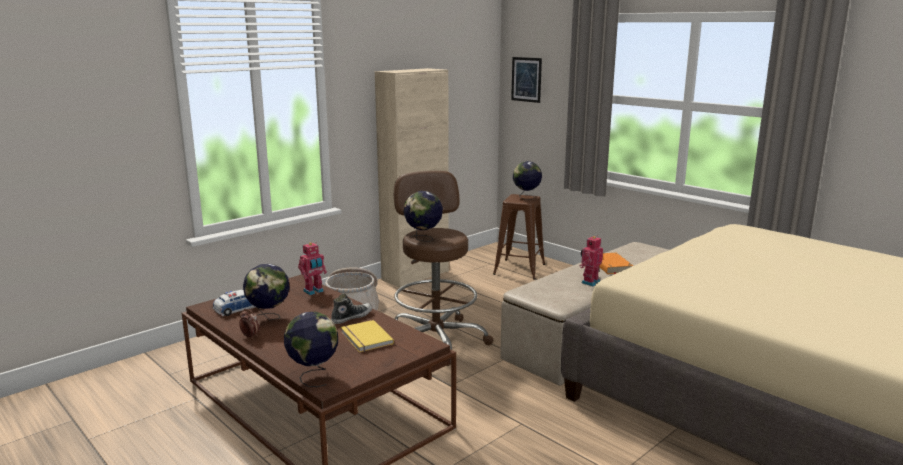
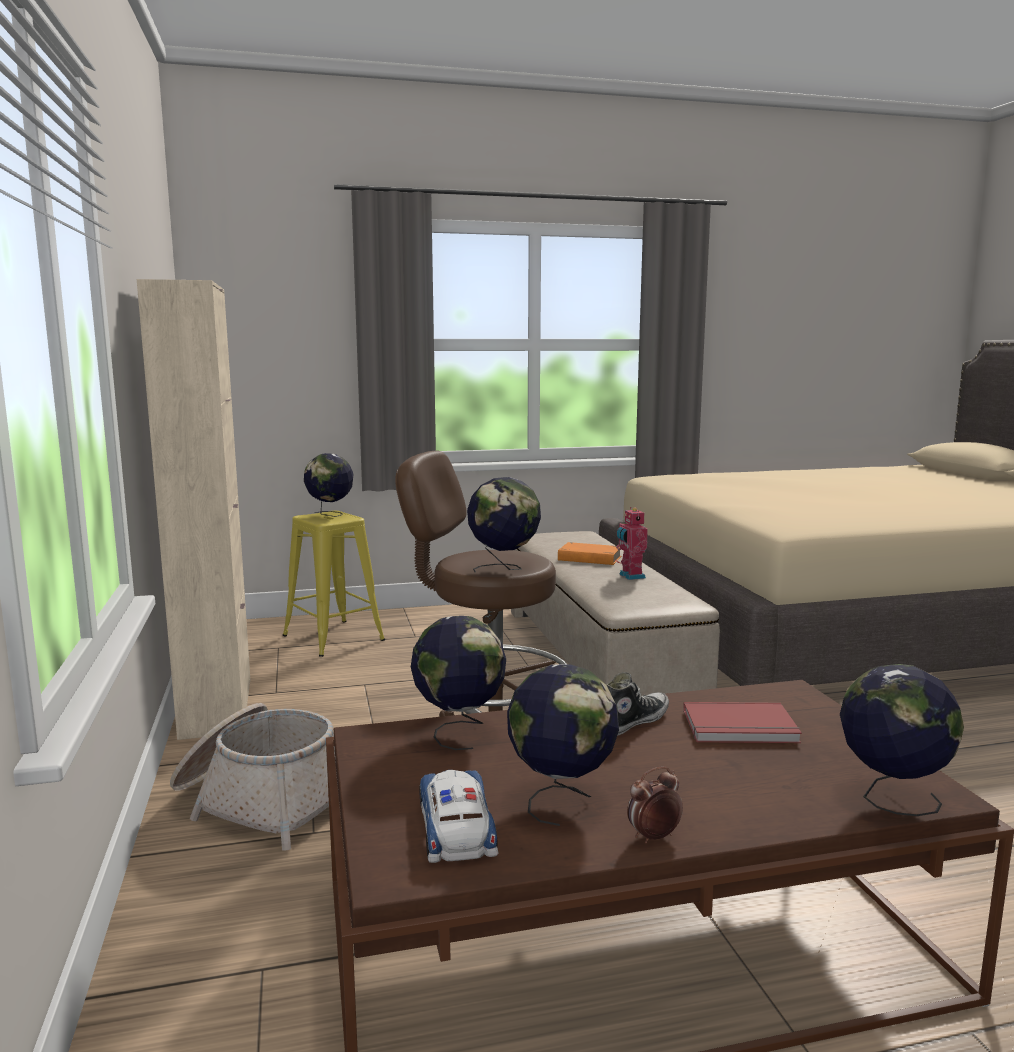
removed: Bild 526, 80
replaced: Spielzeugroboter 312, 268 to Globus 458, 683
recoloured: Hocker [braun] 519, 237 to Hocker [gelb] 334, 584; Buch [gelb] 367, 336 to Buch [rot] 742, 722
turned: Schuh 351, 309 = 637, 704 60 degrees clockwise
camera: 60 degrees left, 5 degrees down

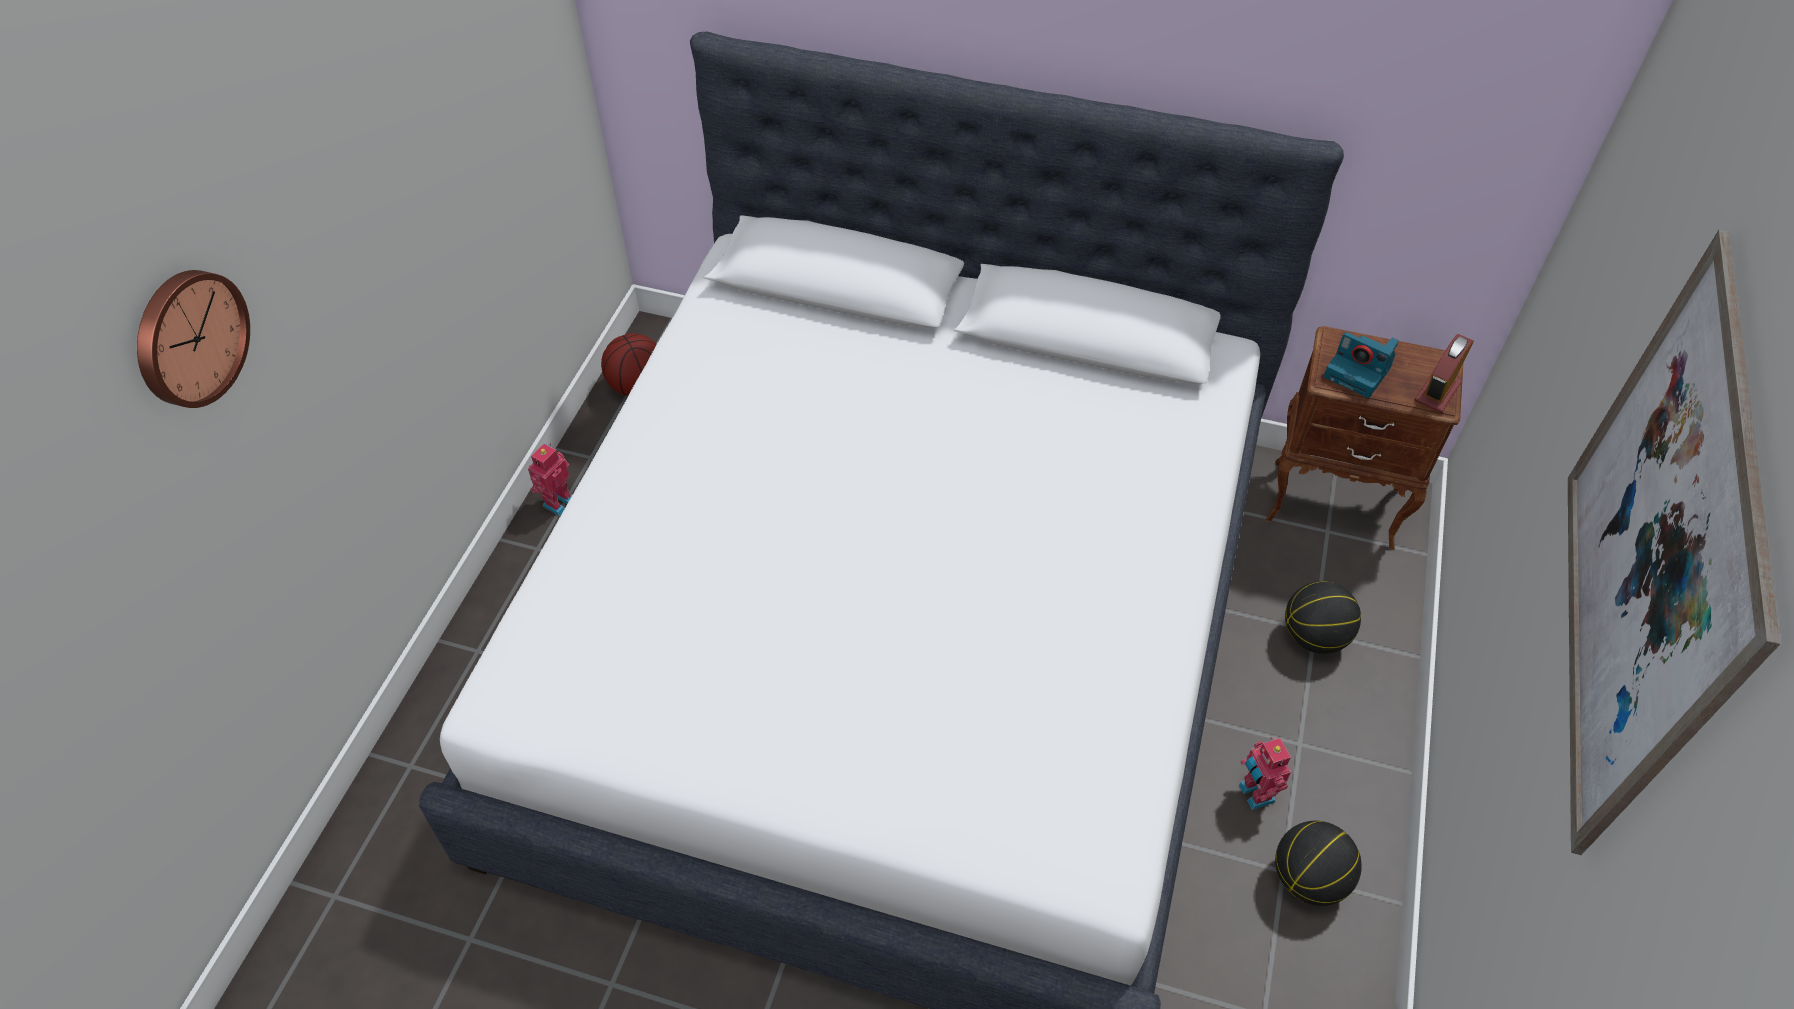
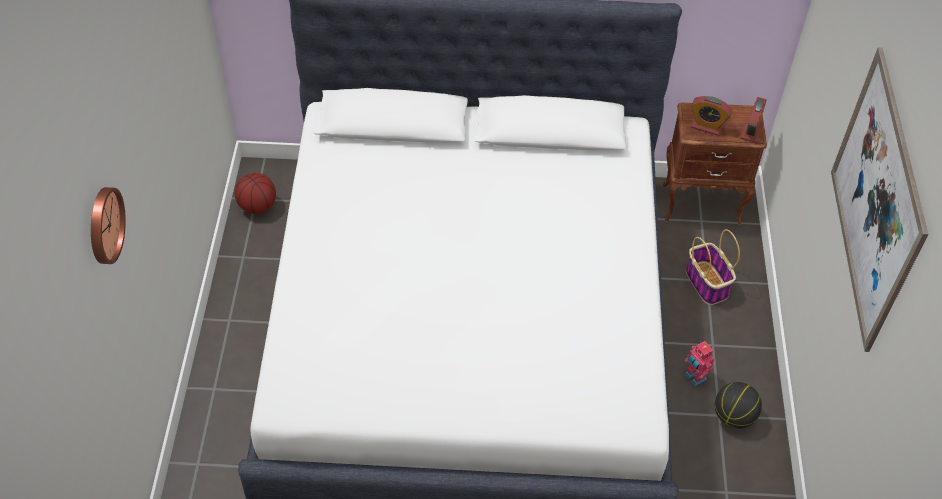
removed: Spielzeugroboter 550, 480
replaced: Basketball 1323, 617 to Korb 713, 267; Kamera 1361, 365 to Wecker 711, 116
camera: 15 degrees left, 0 degrees up

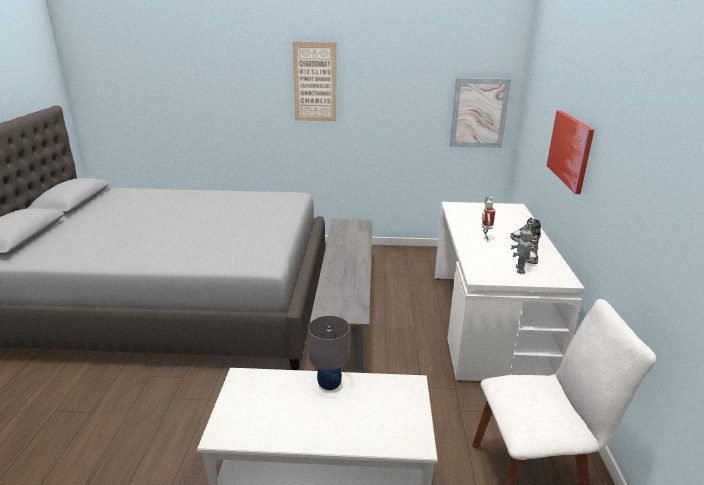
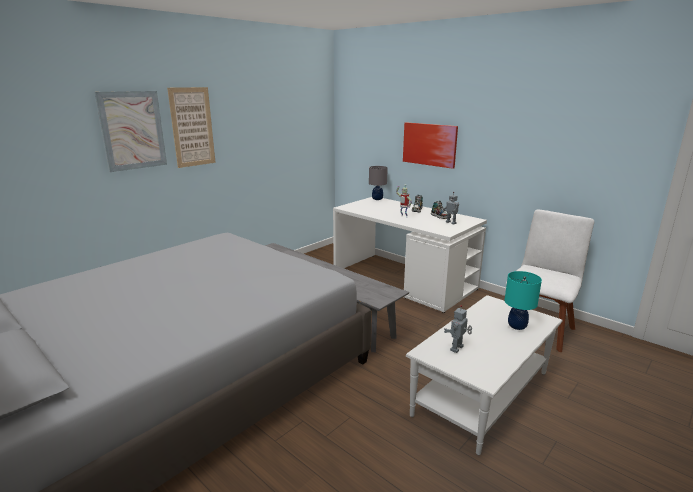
added: Spielzeugroboter 458, 329; Tischlampe [türkis] 523, 300
moved: Bild 480, 113 to 131, 131; Tischlampe [grau] 329, 353 to 378, 183
camera: 50 degrees left, 5 degrees down

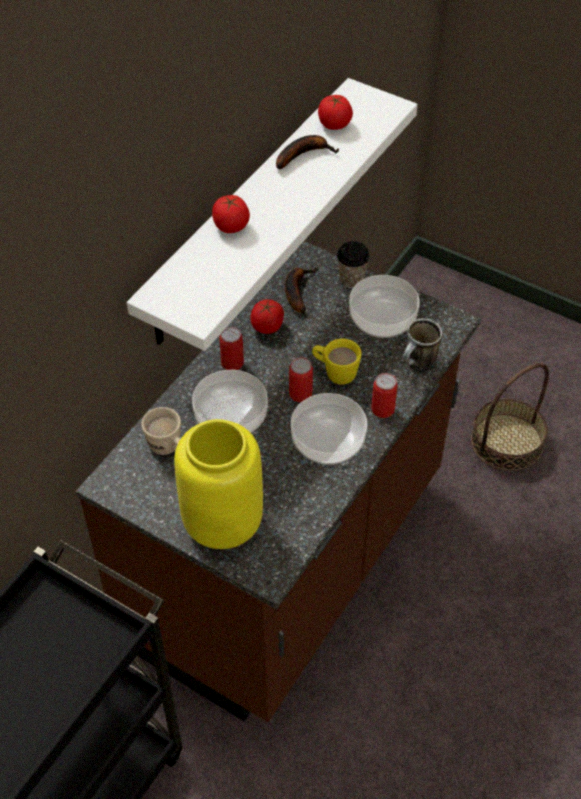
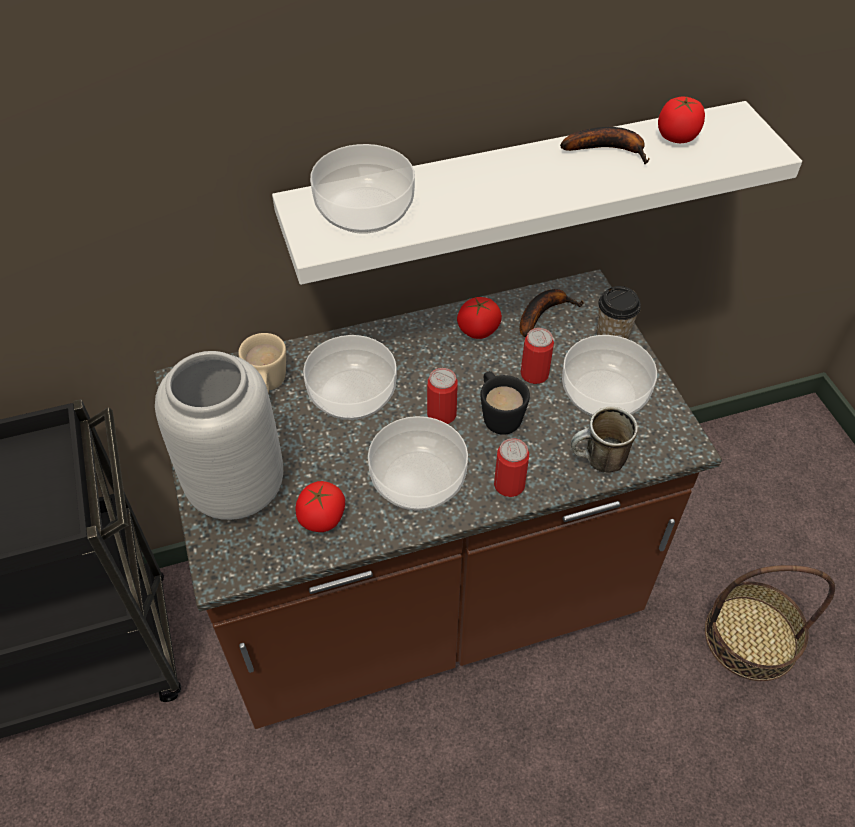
added: Schüssel 362, 189
moved: Tomate 231, 214 to 320, 506; Dose 232, 348 to 537, 356
recoloured: Vase [gelb] 218, 484 to Vase [grau] 219, 435; Henkelbecher [gelb] 337, 362 to Henkelbecher [schwarz] 505, 403
camera: 40 degrees right, 0 degrees up

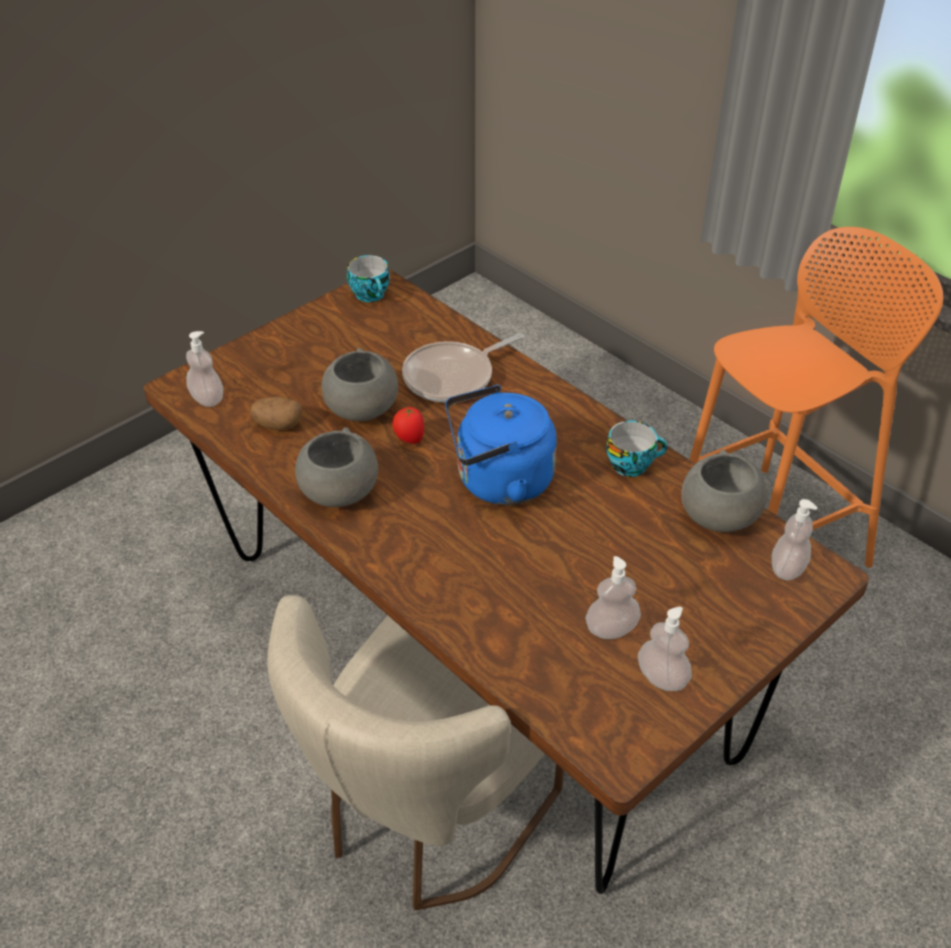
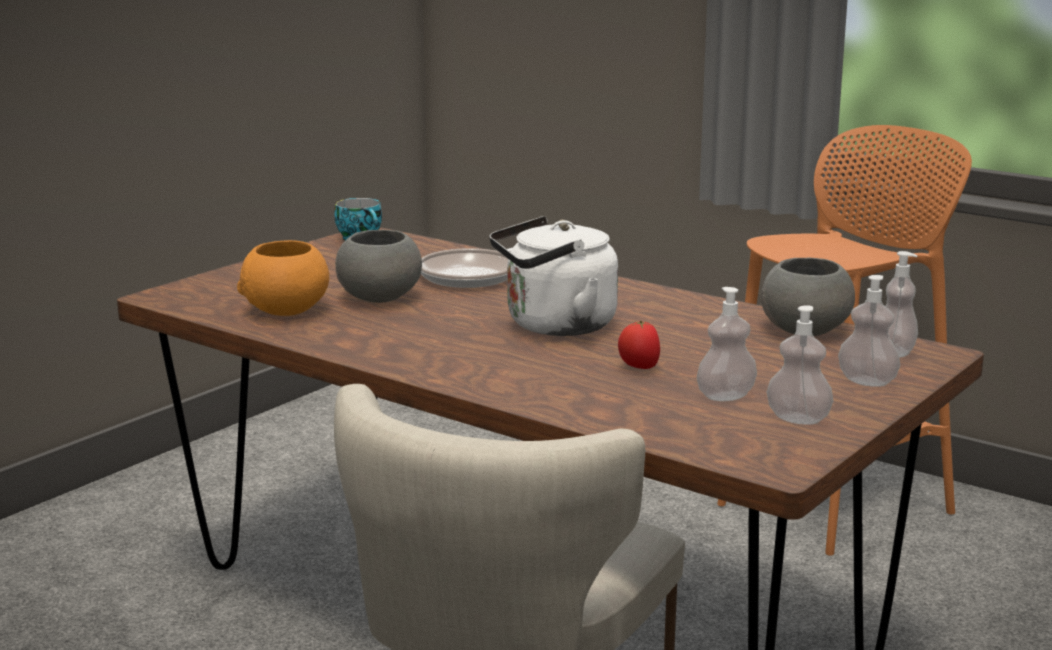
removed: Schüssel [grau] 336, 467; Tasse 637, 449
moved: Tomate 408, 425 to 639, 345; Seifenspender 204, 369 to 869, 331
replaced: Kartoffel 276, 413 to Schüssel [orange] 283, 278
recoloured: Wasserkessel [blau] 501, 445 to Wasserkessel [weiß] 554, 276
camera: 10 degrees left, 25 degrees down

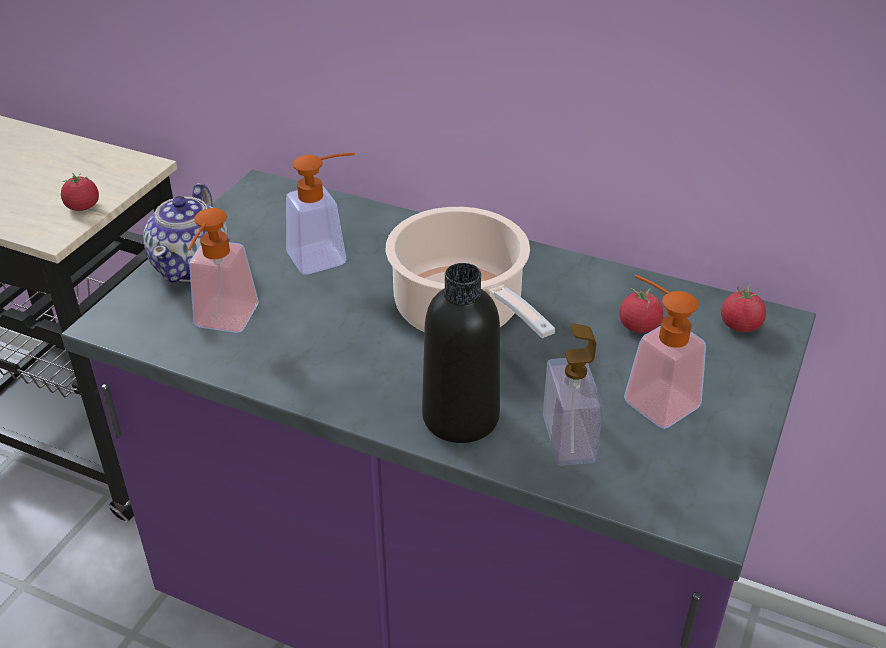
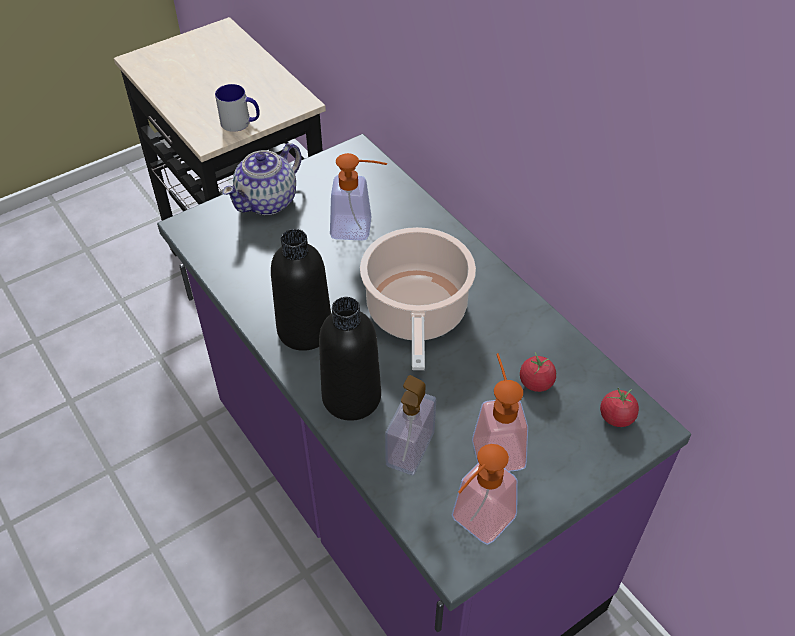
added: Flasche [schwarz] 301, 290
moved: Seifenspender 223, 270 to 485, 494
replaced: Tomate 80, 192 to Henkelbecher 237, 108
camera: 30 degrees right, 10 degrees up

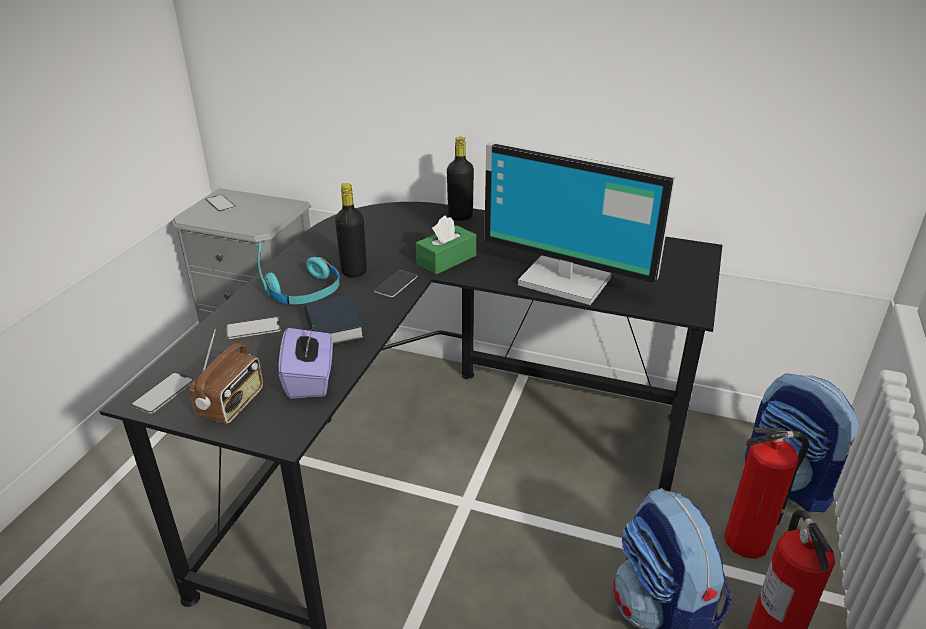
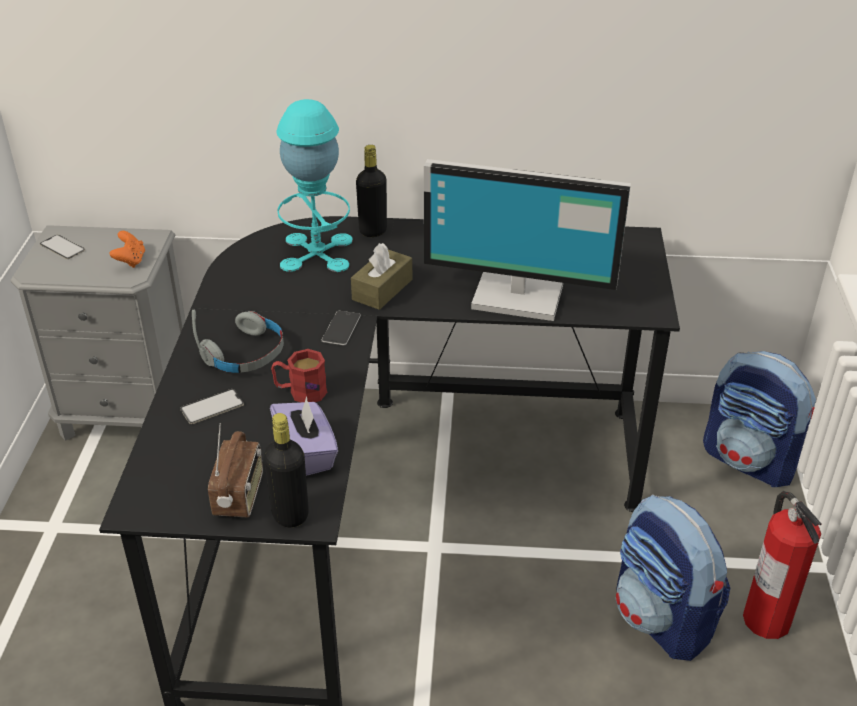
removed: Handy 162, 393; Feuerlöscher 767, 493
added: Gamepad [orange] 127, 249; Tischlampe [türkis] 314, 185
moved: Flasche [schwarz] 351, 230 to 286, 470
replaced: Buch 334, 320 to Henkelbecher [rot] 299, 375
recoloured: Kopfhörer [türkis] 298, 273 to Kopfhörer [grau] 238, 341; Taschentuchbox [grün] 446, 244 to Taschentuchbox [braun] 381, 276
camera: 15 degrees left, 5 degrees up

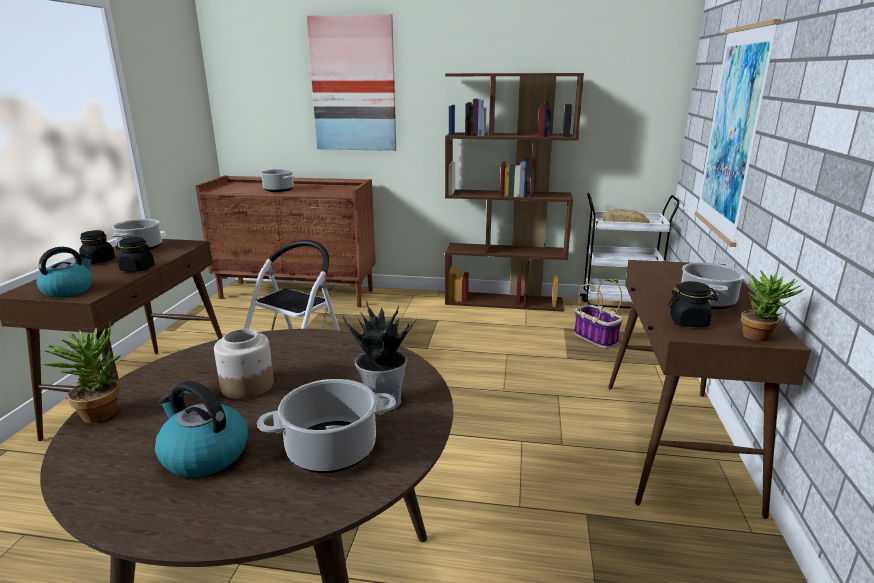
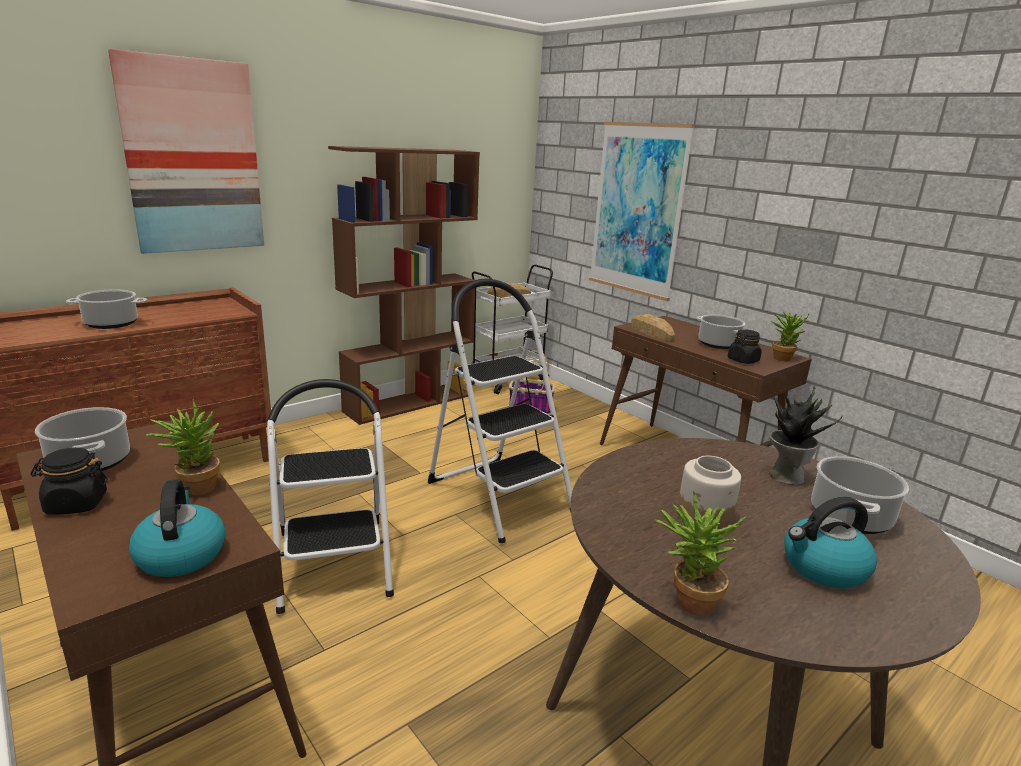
added: Trittleiter 500, 411; Brot 653, 327
replaced: Vorratsglas [schwarz] 135, 254 to Topfpflanze 183, 447
camera: 50 degrees left, 0 degrees up

